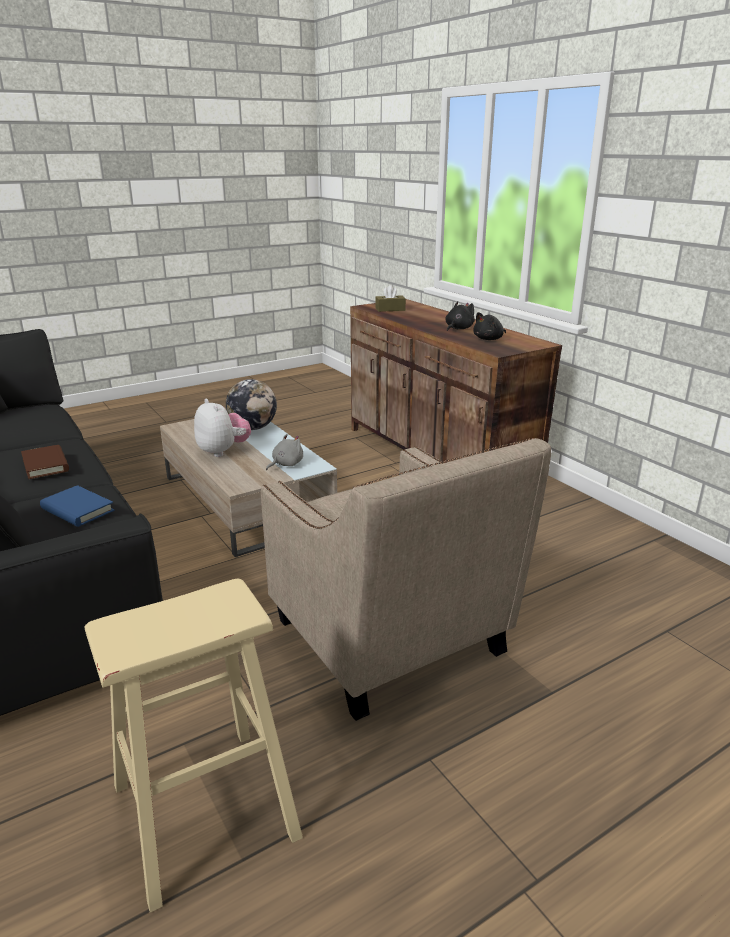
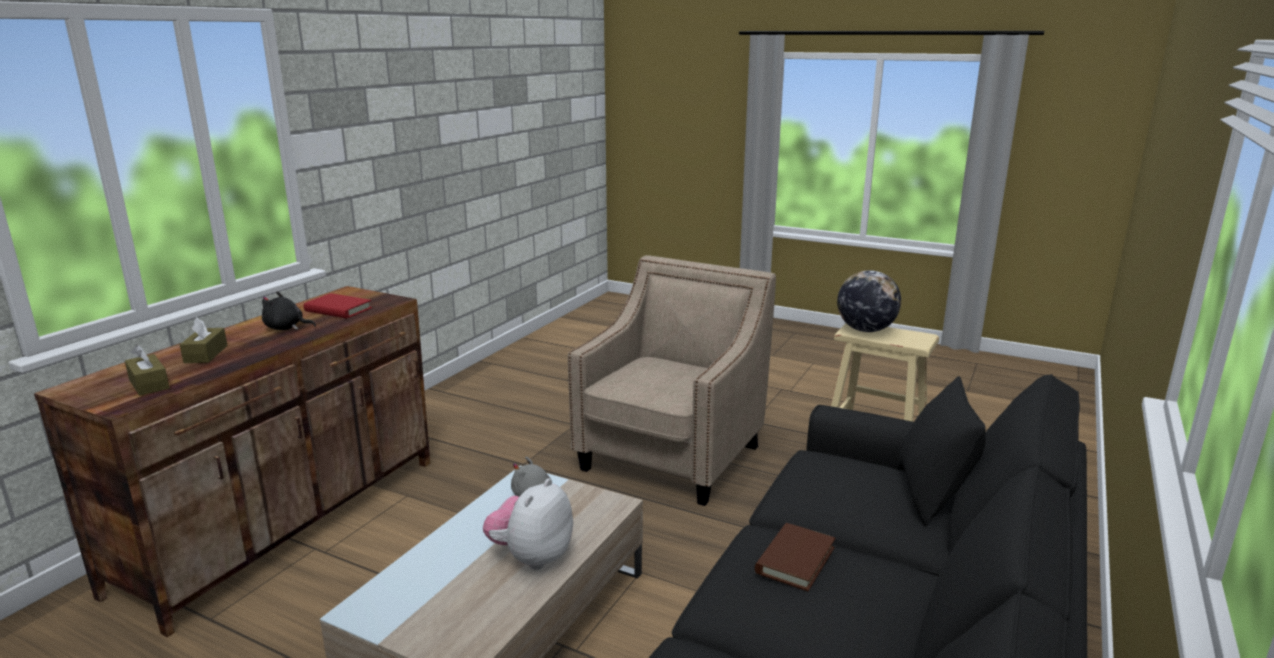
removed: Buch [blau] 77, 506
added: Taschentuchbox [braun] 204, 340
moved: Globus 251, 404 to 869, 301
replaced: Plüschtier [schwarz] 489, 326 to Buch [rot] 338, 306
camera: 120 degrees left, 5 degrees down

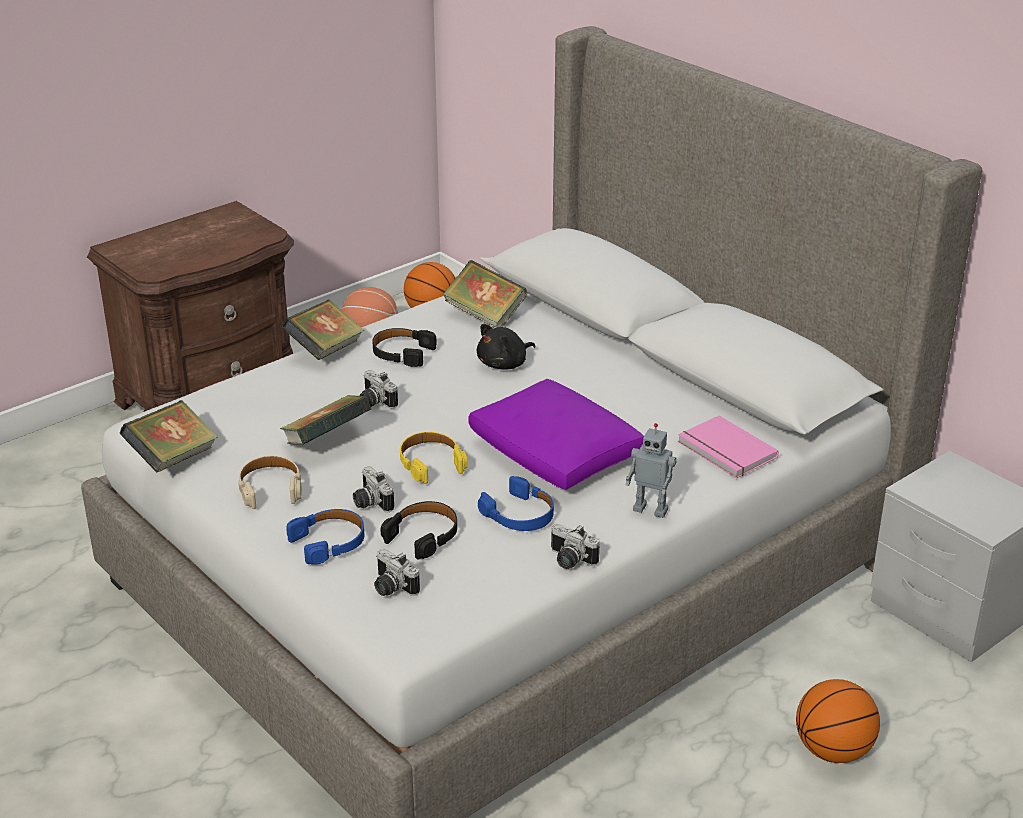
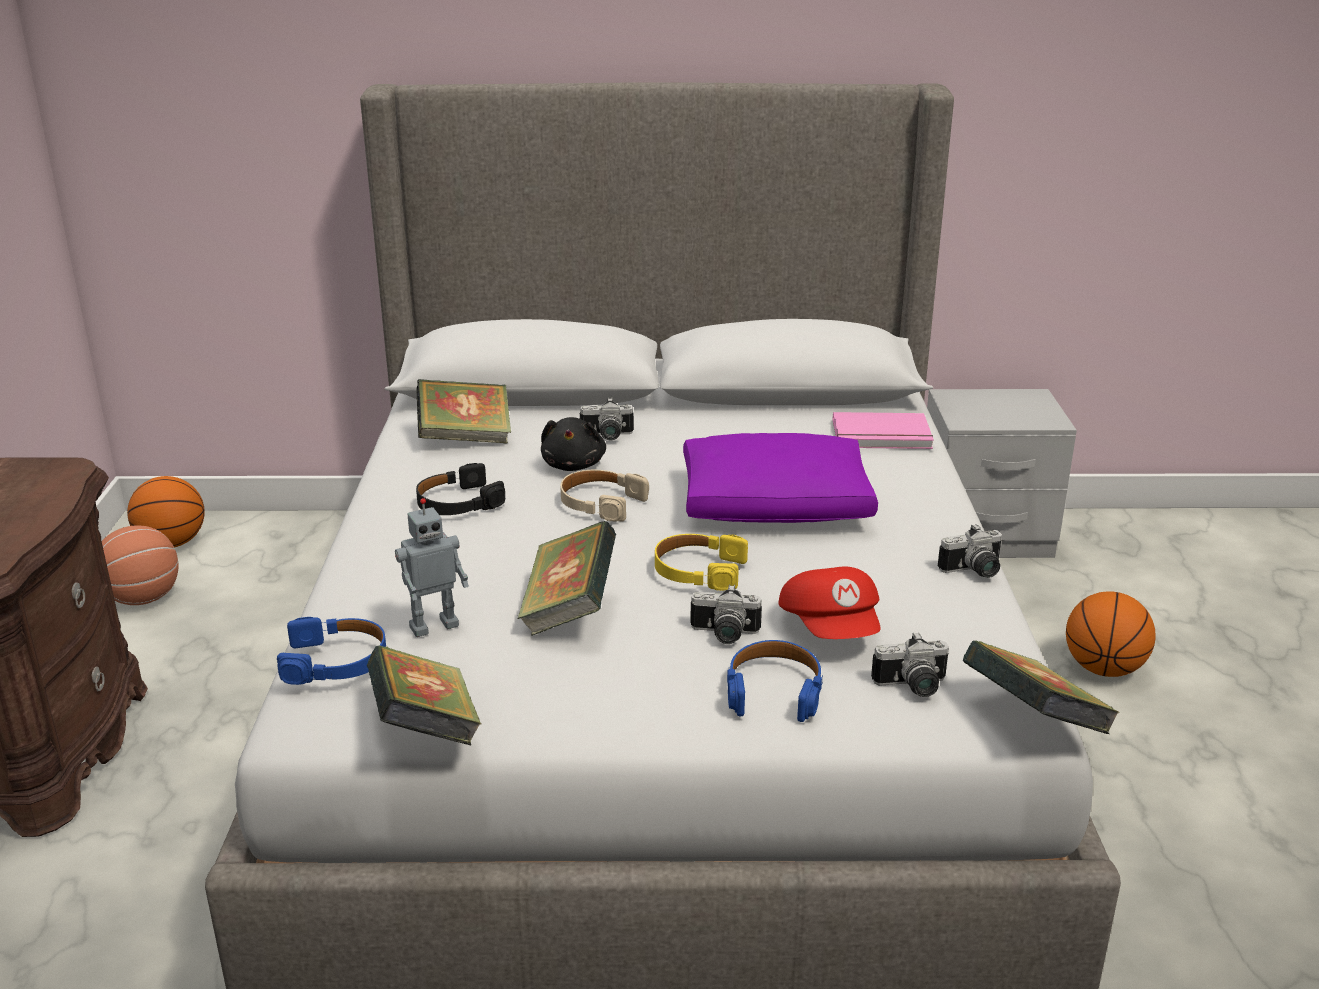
moved: Kopfhörer [blau] 516, 503 to 331, 651; Spielzeugroboter 651, 470 to 432, 567; Kopfhörer [beige] 270, 482 to 604, 496; Kamera 379, 389 to 607, 419; Buch 323, 330 to 1041, 687
replaced: Kopfhörer [schwarz] 418, 530 to Kappe [rot] 829, 603
camera: 50 degrees left, 5 degrees down

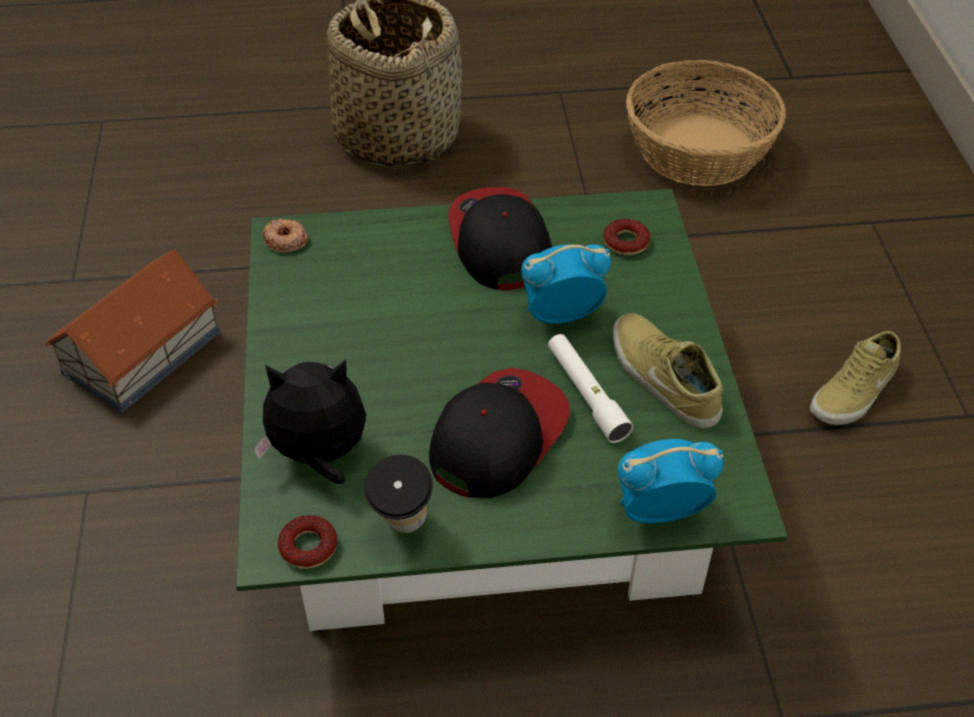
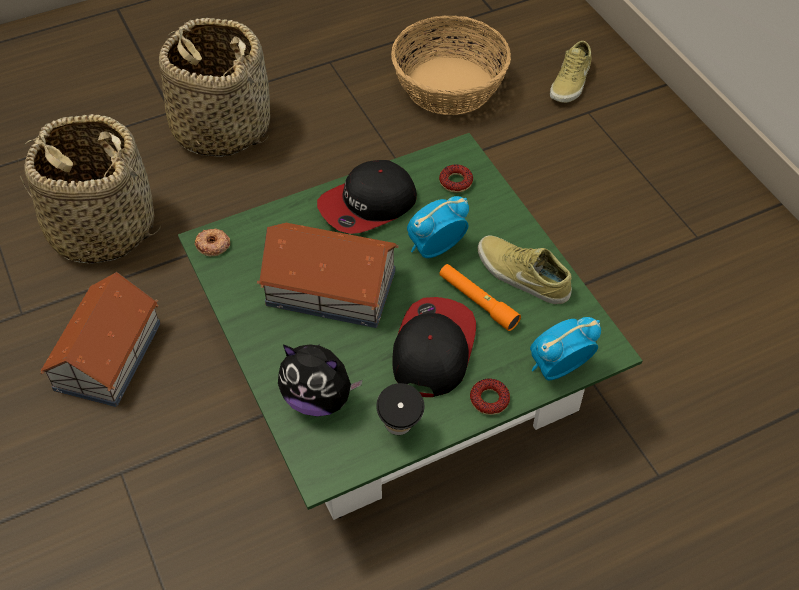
added: Korb 90, 189; Spielzeughaus 328, 275
moved: Donut 307, 542 to 490, 396; Schuh [beige] 855, 378 to 570, 72
recoloured: Taschenlampe [weiß] 590, 388 to Taschenlampe [orange] 480, 297
turned: Plüschtier 309, 421 = 320, 380 135 degrees counterclockwise; Kappe 500, 238 = 367, 197 90 degrees counterclockwise
camera: 20 degrees left, 5 degrees up

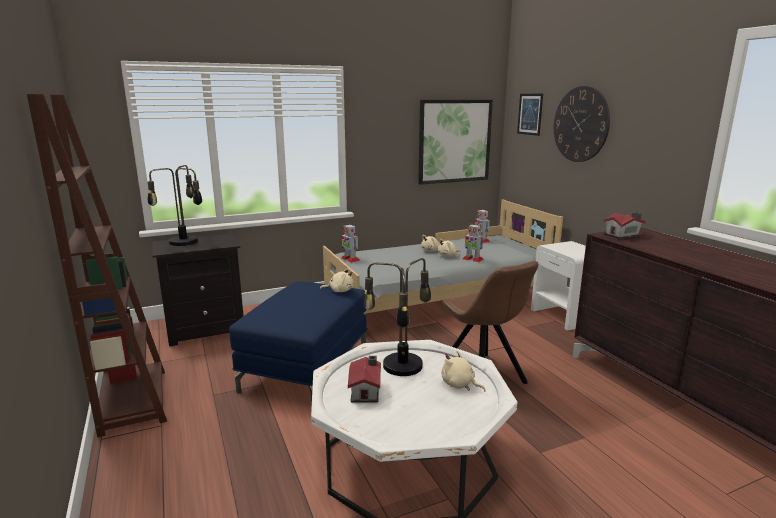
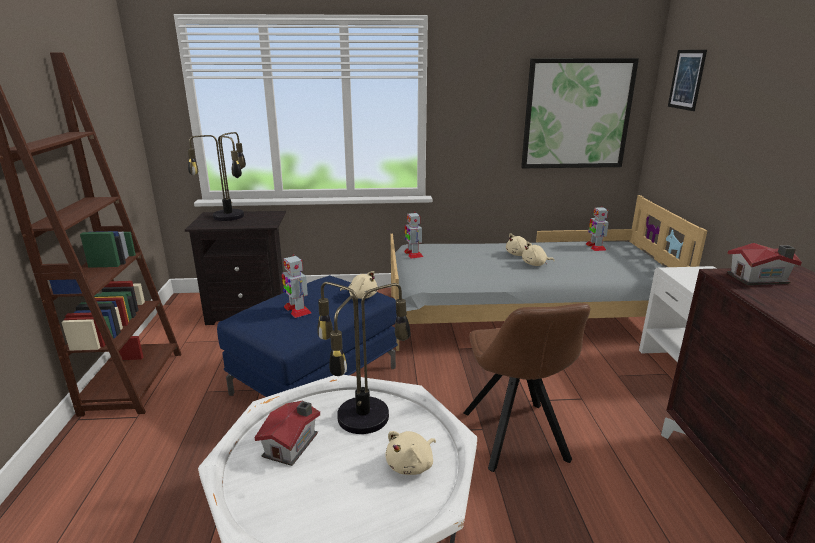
removed: Wanduhr 582, 124
moved: Spielzeugroboter 473, 243 to 296, 286
turned: Plüschtier [beige] 463, 371 = 410, 453 105 degrees counterclockwise
camera: 20 degrees right, 5 degrees up

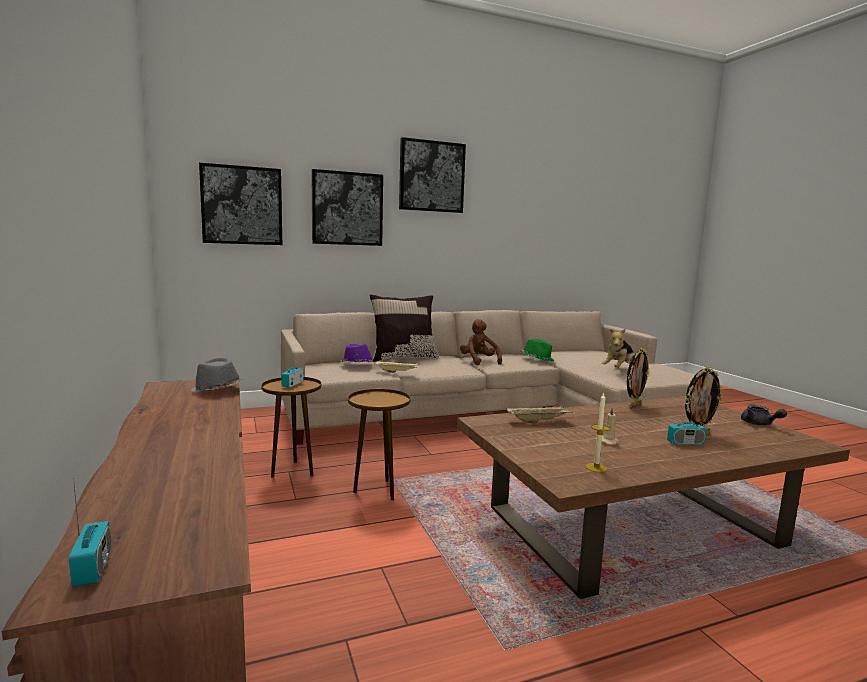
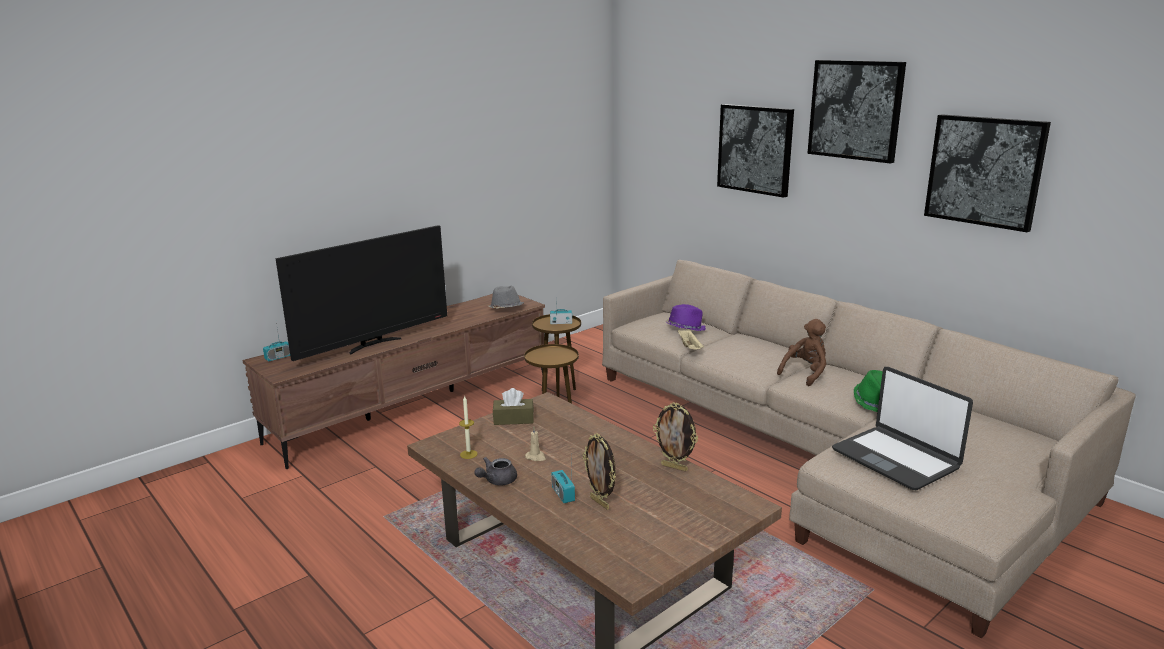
removed: Kissen 404, 328; Tablett [beige] 540, 413
added: Fernseher 361, 293; Taschentuchbox [braun] 513, 406
moved: Teekanne [grau] 764, 415 to 495, 471; Bild 240, 204 to 987, 173
replaced: Plüschtier 618, 348 to Laptop 902, 428
camera: 70 degrees right, 10 degrees up

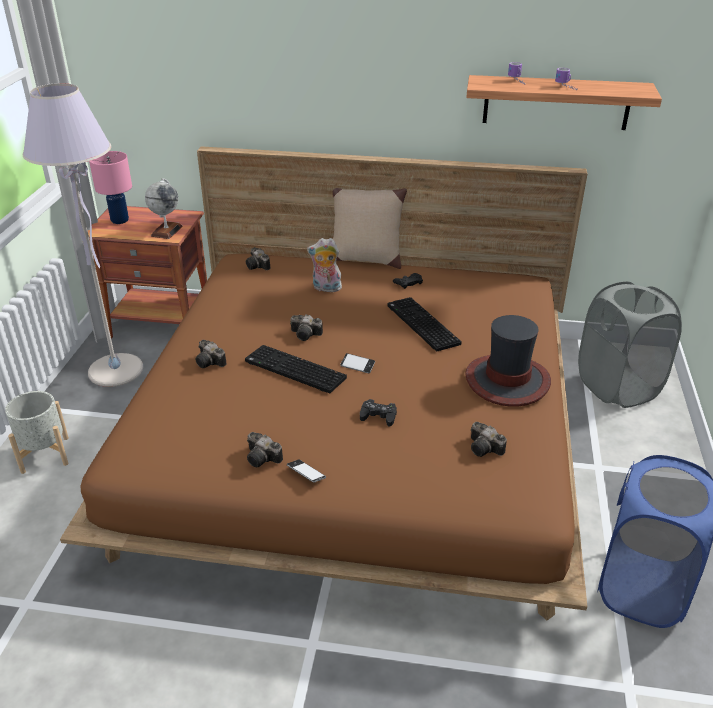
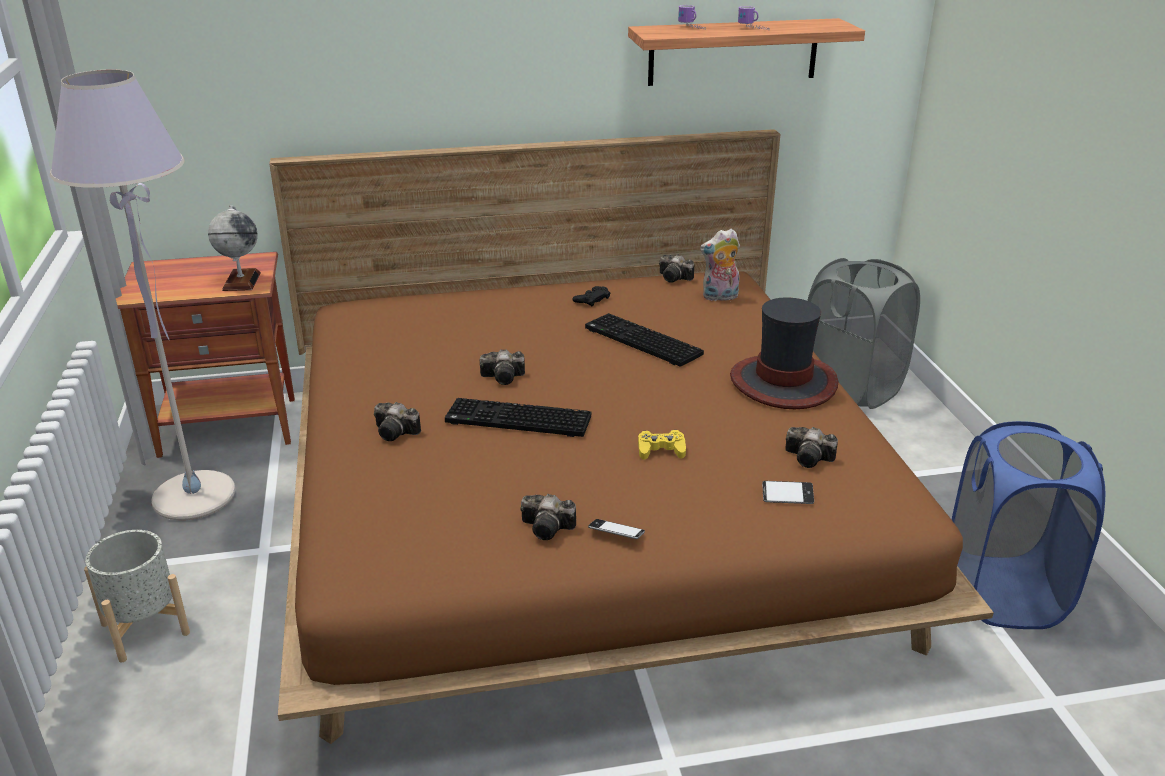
removed: Tischlampe [rosa] 110, 187; Kissen [beige] 370, 228
moved: Kamera 258, 258 to 676, 268; Plüschtier 324, 265 to 720, 264; Handy 357, 363 to 788, 492
recoloured: Gamepad [schwarz] 378, 413 to Gamepad [gelb] 662, 444
camera: 20 degrees left, 5 degrees down

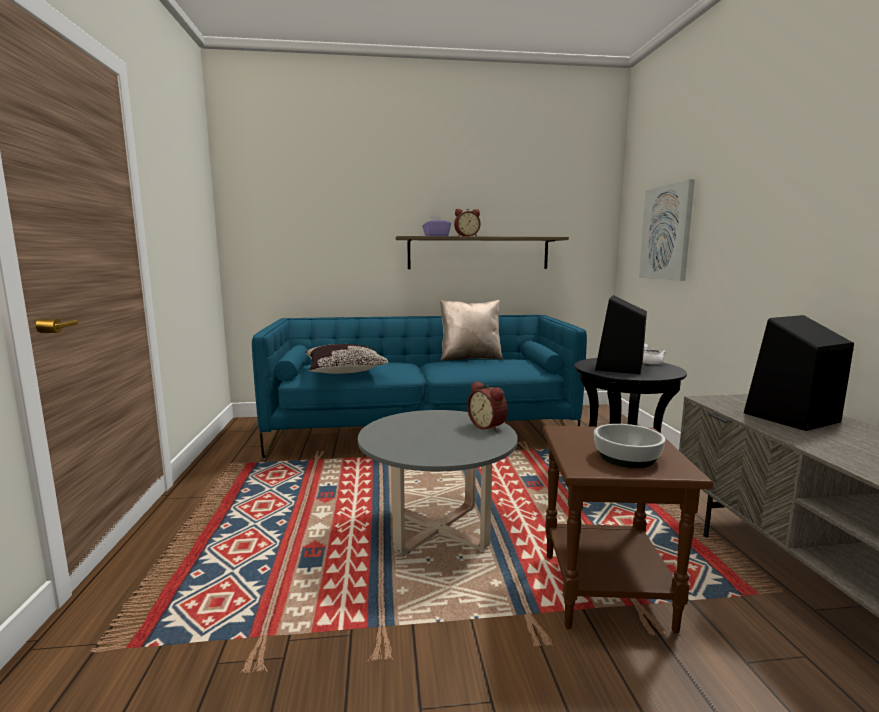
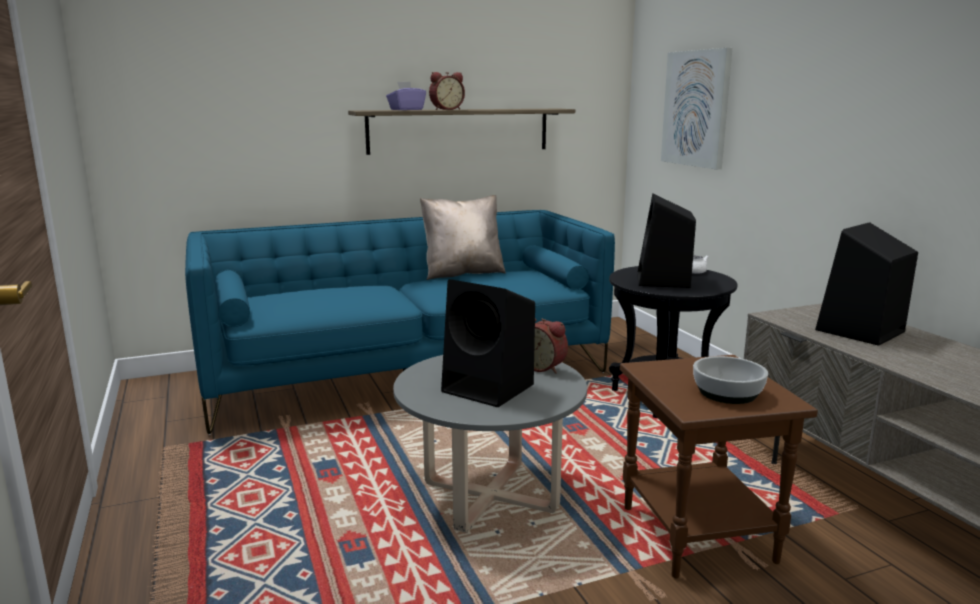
removed: Kissen 346, 359
added: Lautsprecher [schwarz] 488, 343
camera: 15 degrees left, 5 degrees up

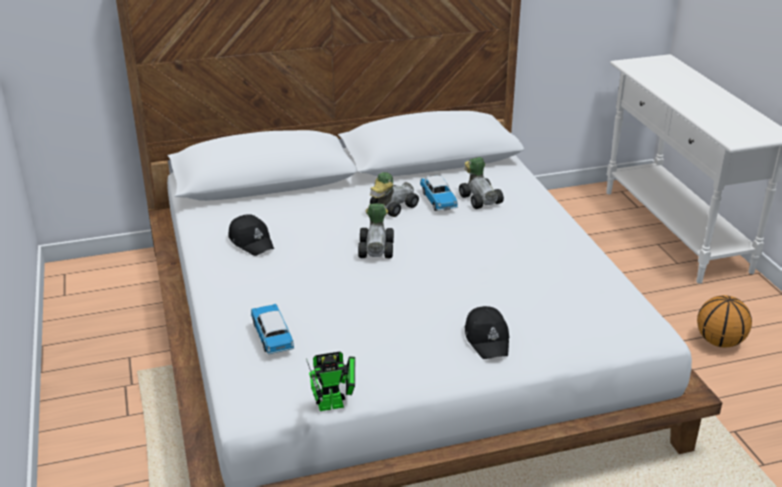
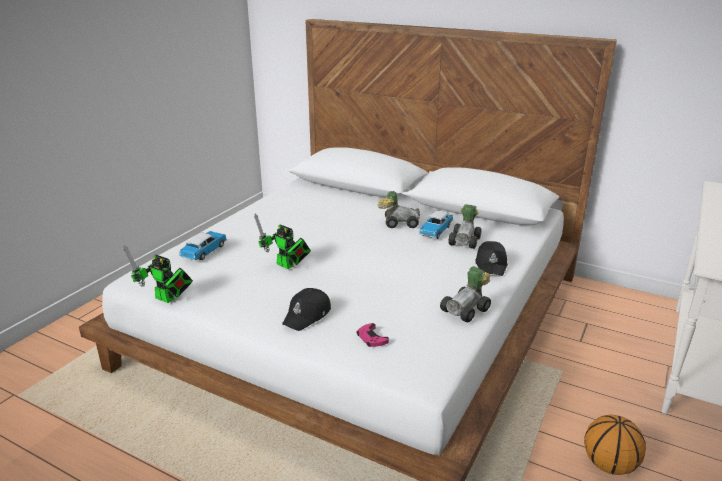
added: Spielzeugroboter 282, 241; Gamepad [rosa] 373, 335
moved: Spielzeugauto 376, 230 to 465, 294; Kappe [schwarz] 251, 235 to 491, 258
camera: 45 degrees right, 5 degrees down

